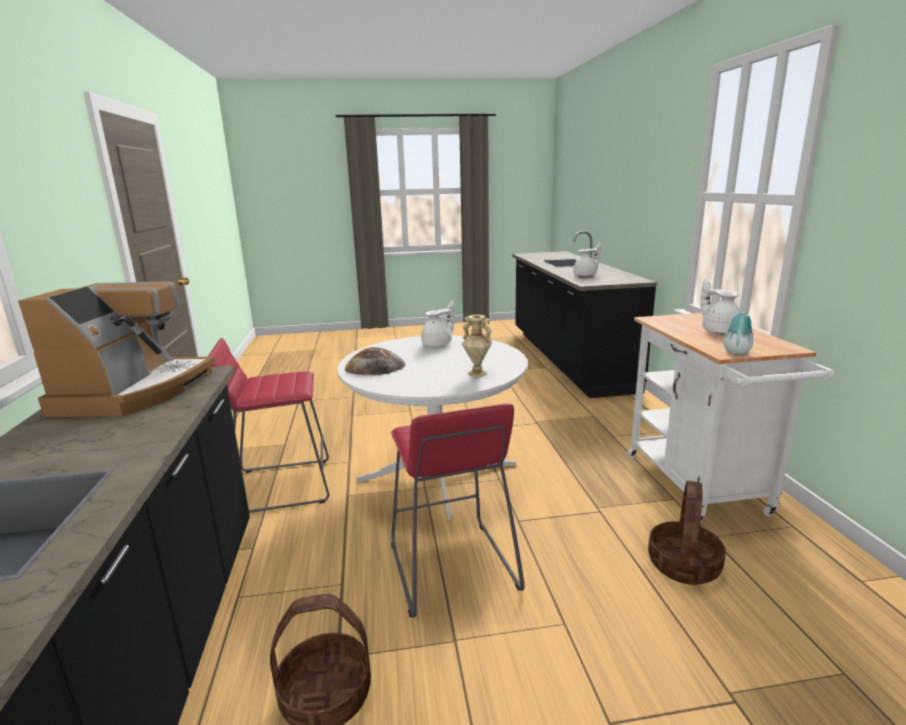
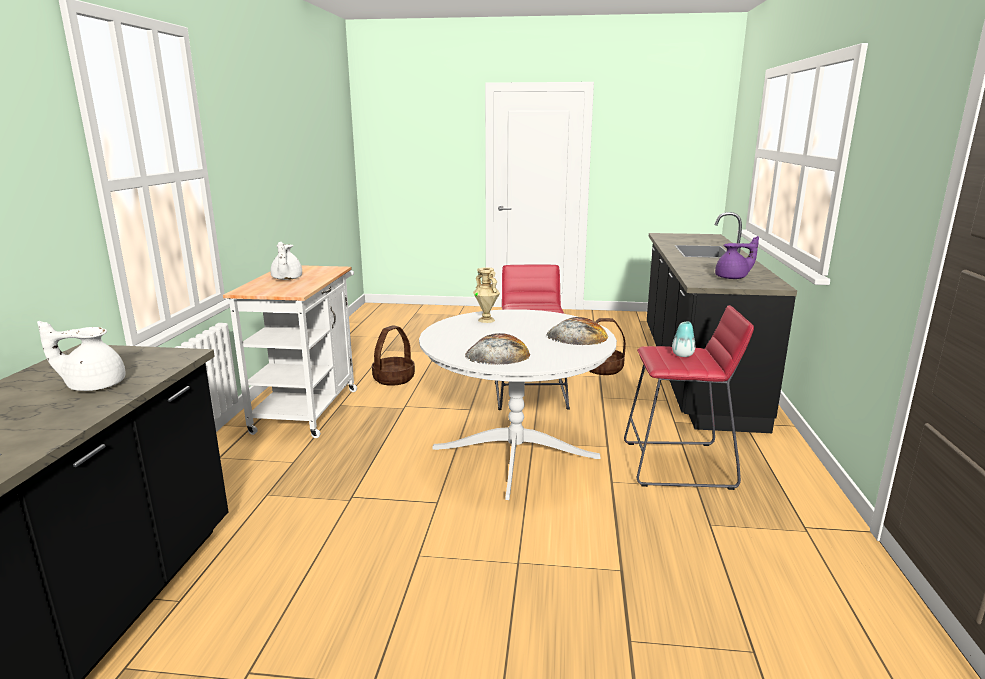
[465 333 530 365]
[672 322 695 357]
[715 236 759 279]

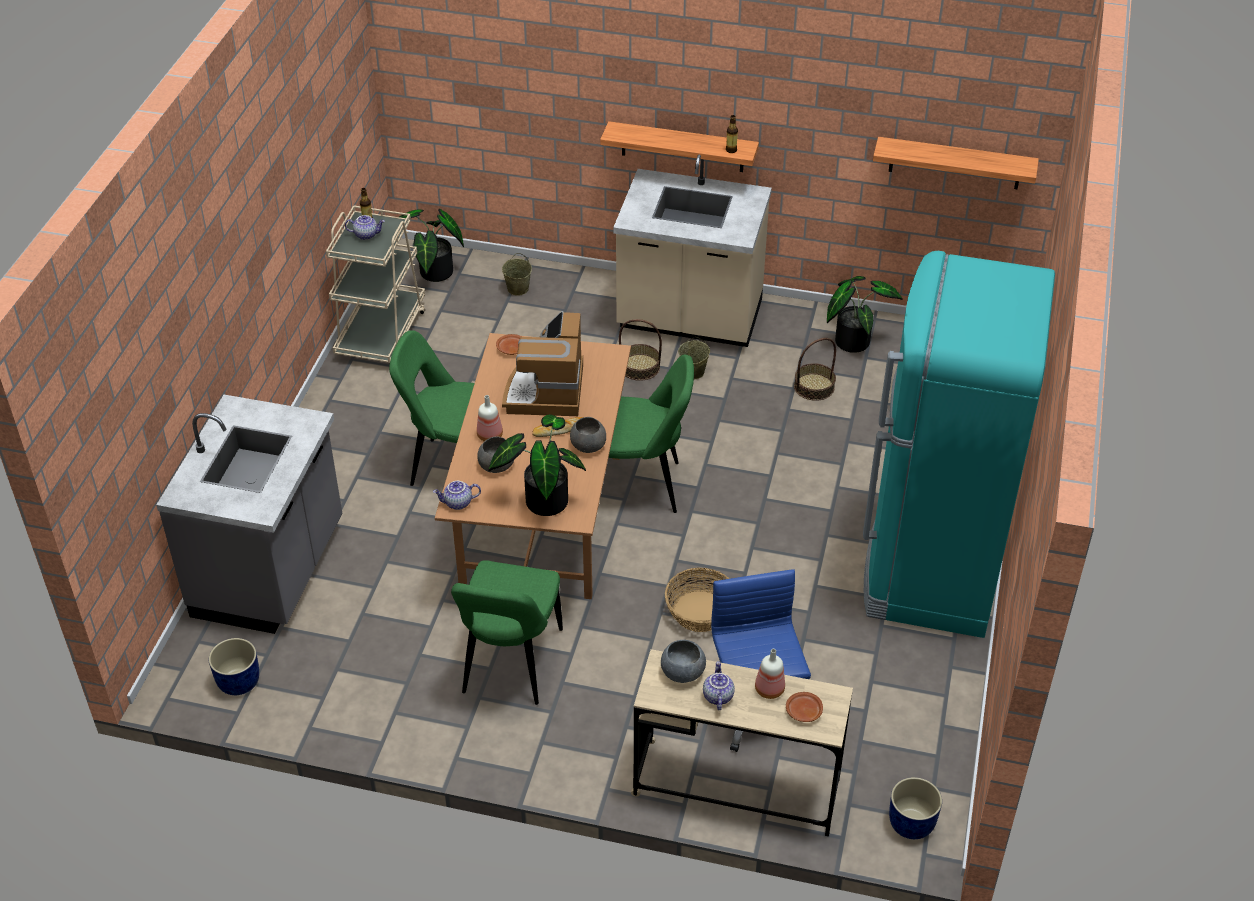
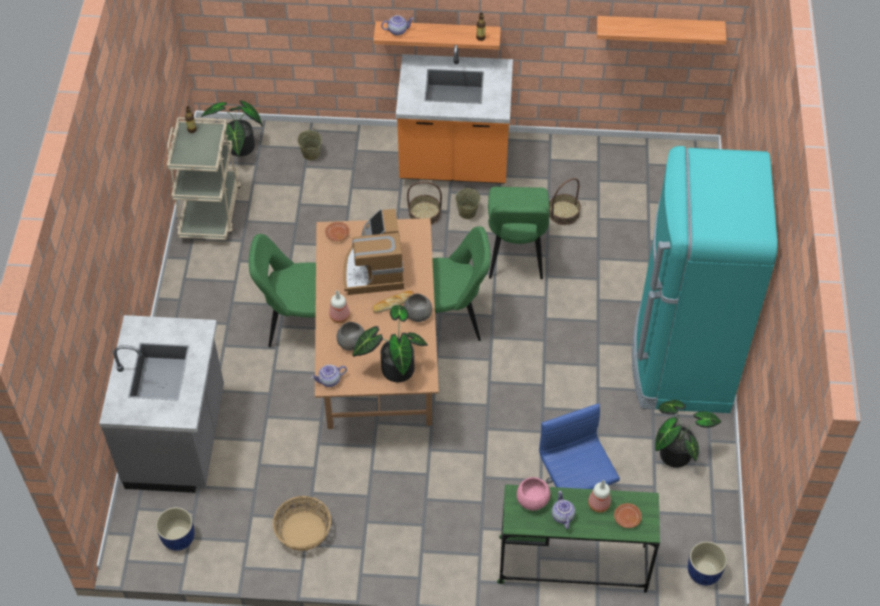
[273 496 331 551]
[381 15 414 36]
[396 45 513 184]
[488 187 549 279]
[497 484 660 593]
[517 477 550 511]
[655 400 721 468]

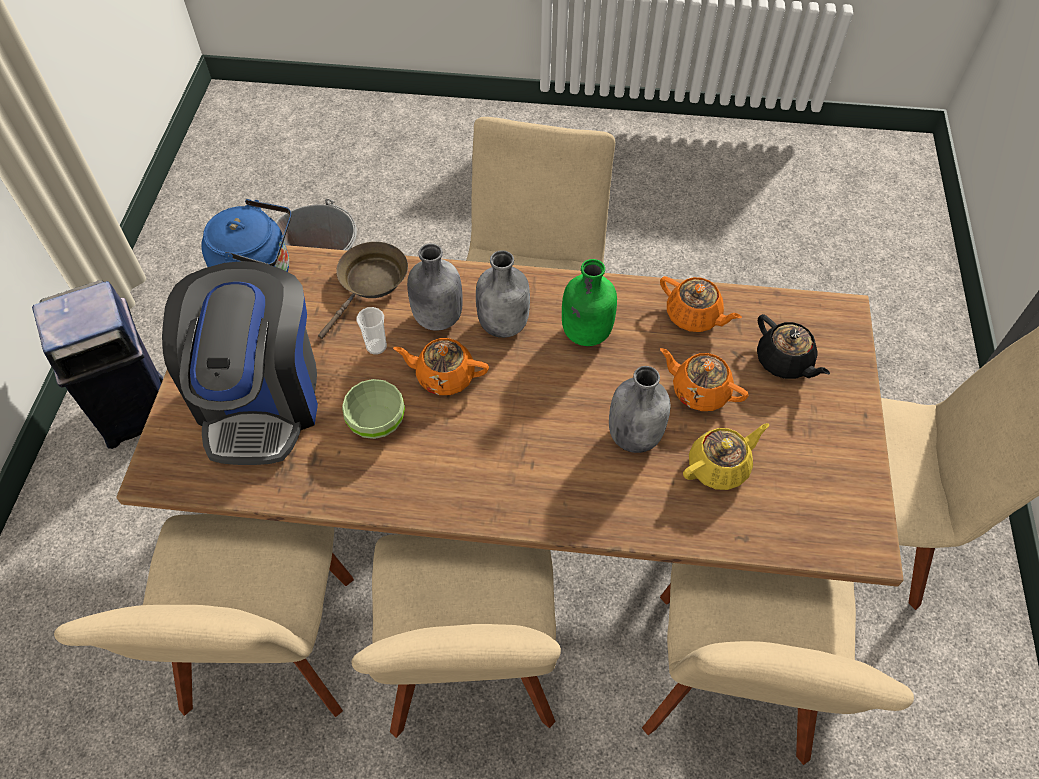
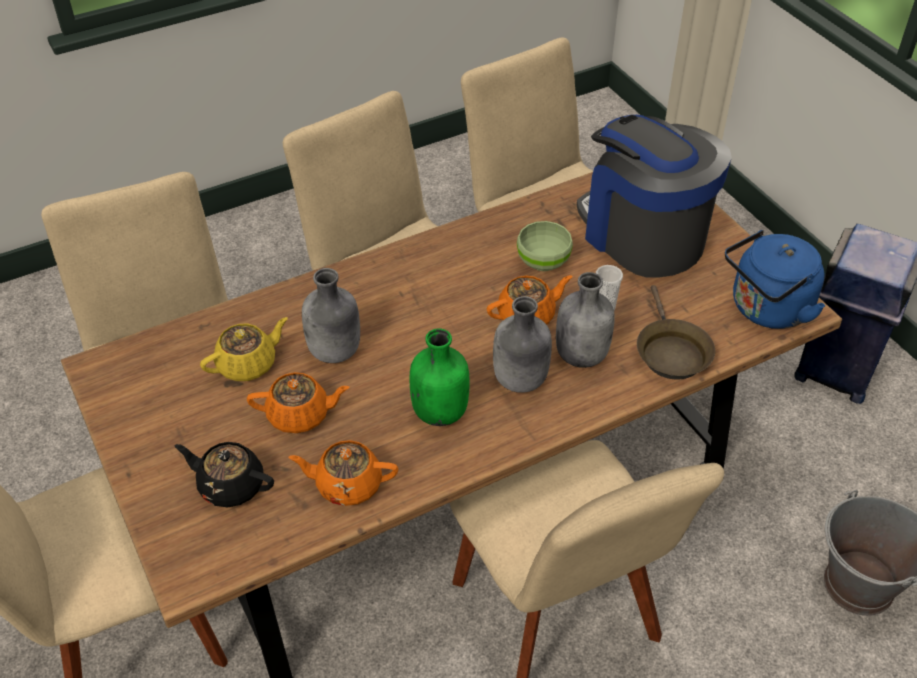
[200 317 288 381]

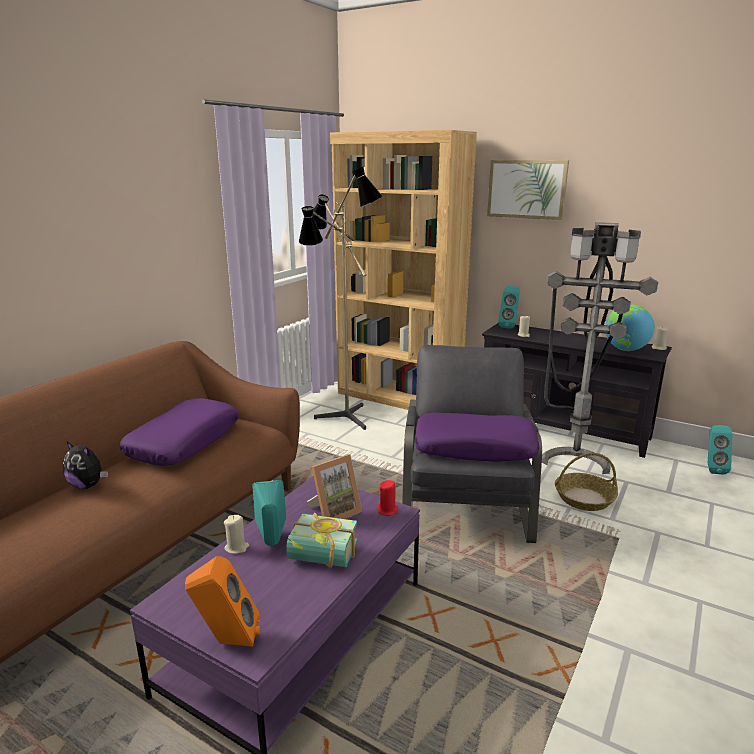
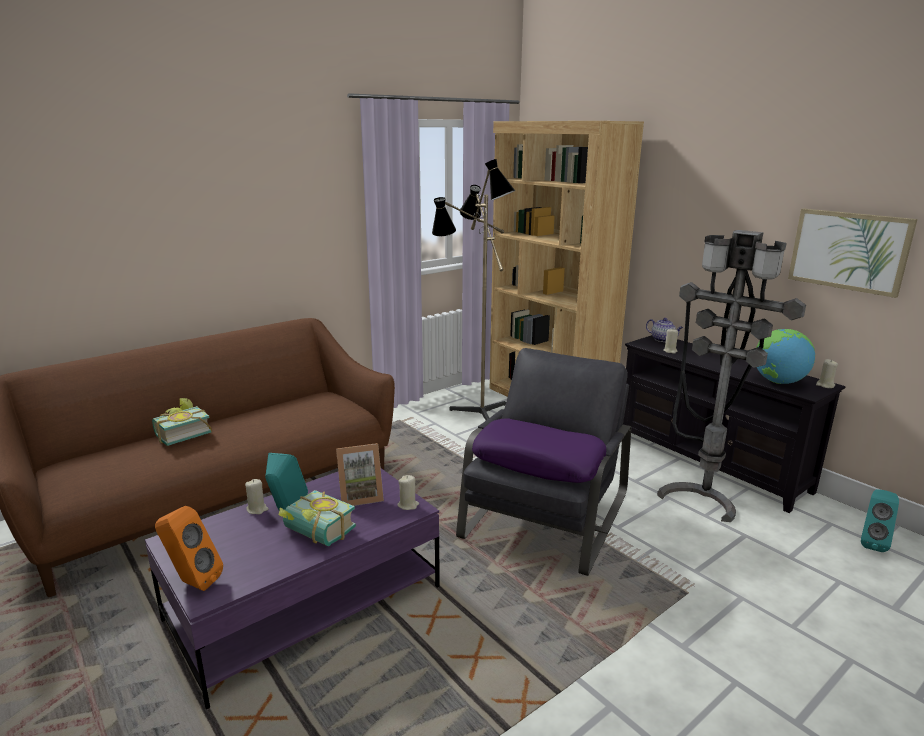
[152 398 212 446]
[397 475 419 510]
[646 318 683 342]
[788 209 918 298]
[120 398 239 466] (first image)
[555 453 618 511] (first image)

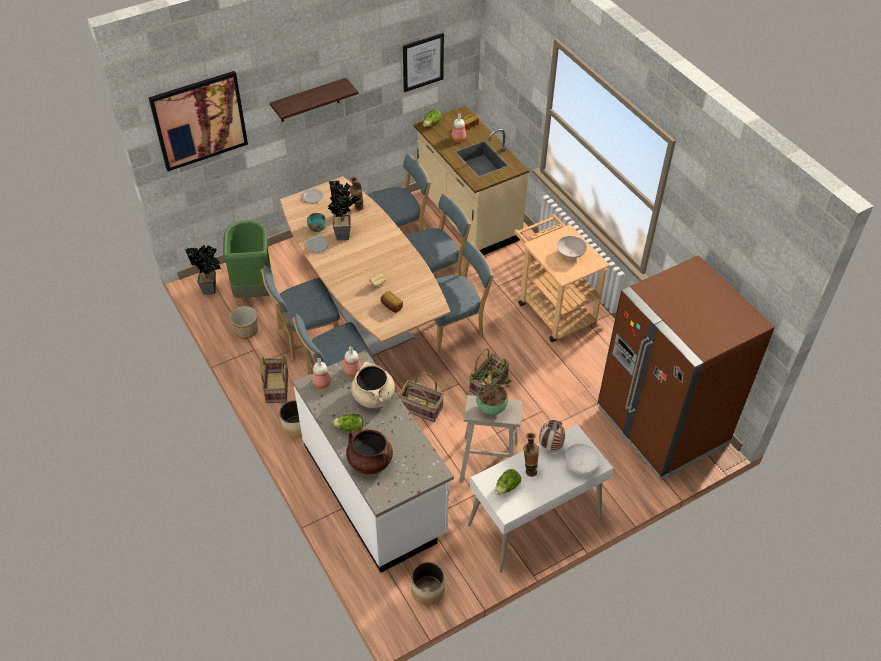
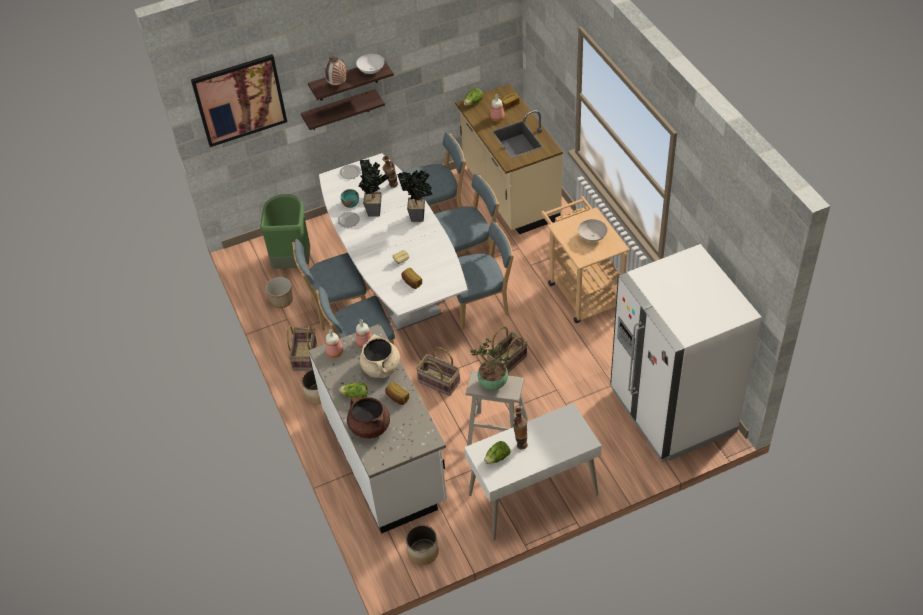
[301 89 385 130]
[319 153 468 331]
[325 56 347 87]
[356 54 385 74]
[385 382 409 405]
[397 169 433 222]
[610 244 762 462]
[403 33 444 92] (first image)

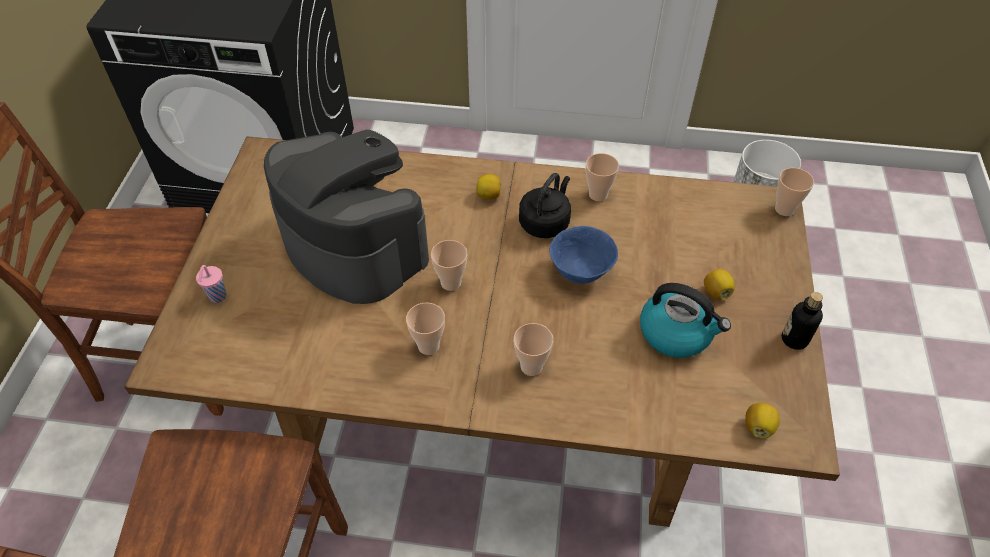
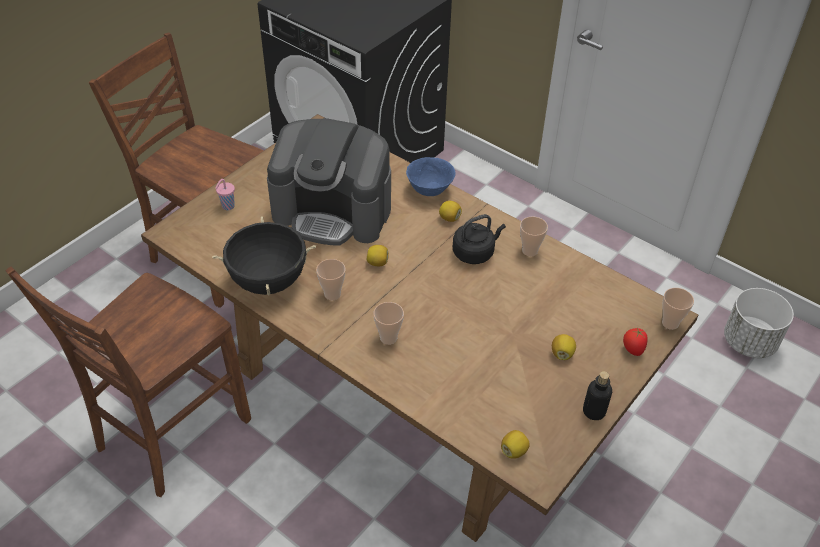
[212 216 316 295]
[267 118 391 245]
[367 245 389 266]
[406 157 455 196]
[623 328 648 356]
[640 283 731 358] (first image)

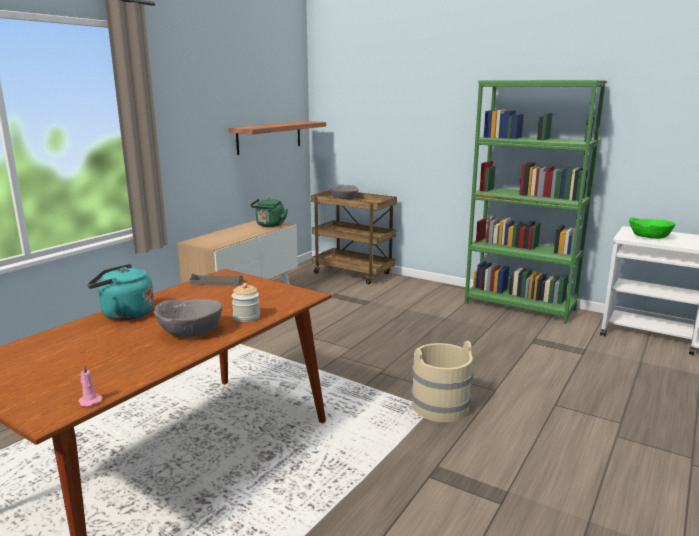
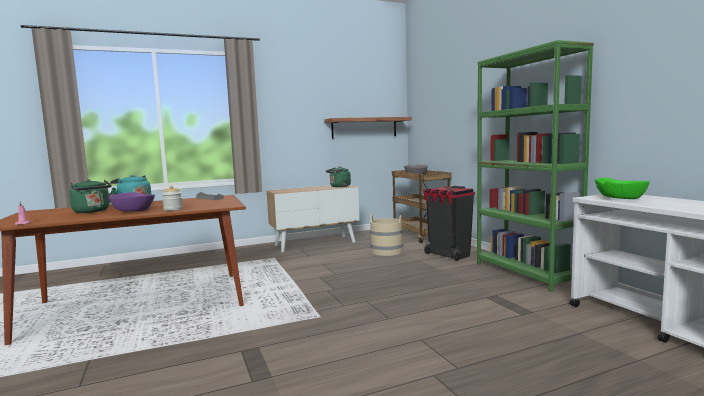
[69 179 115 213]
[109 192 155 212]
[370 215 403 256]
[423 186 475 261]

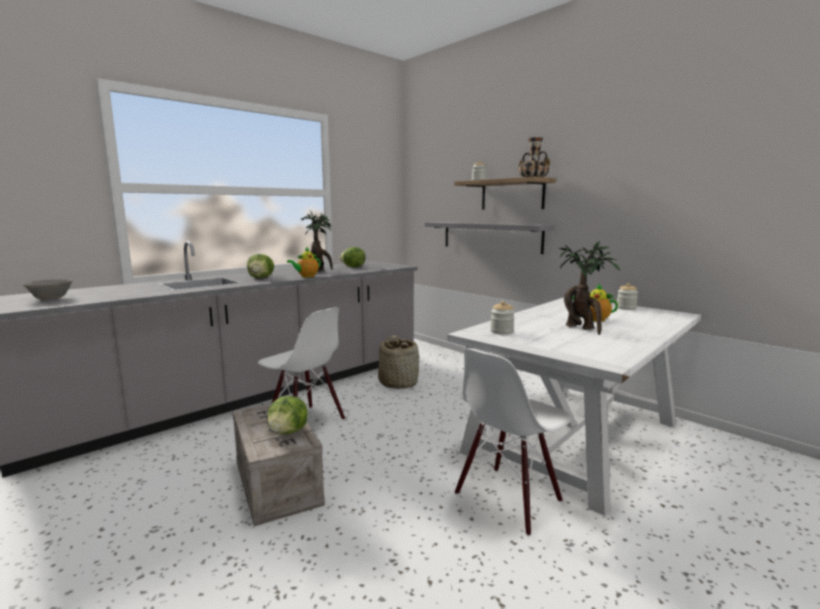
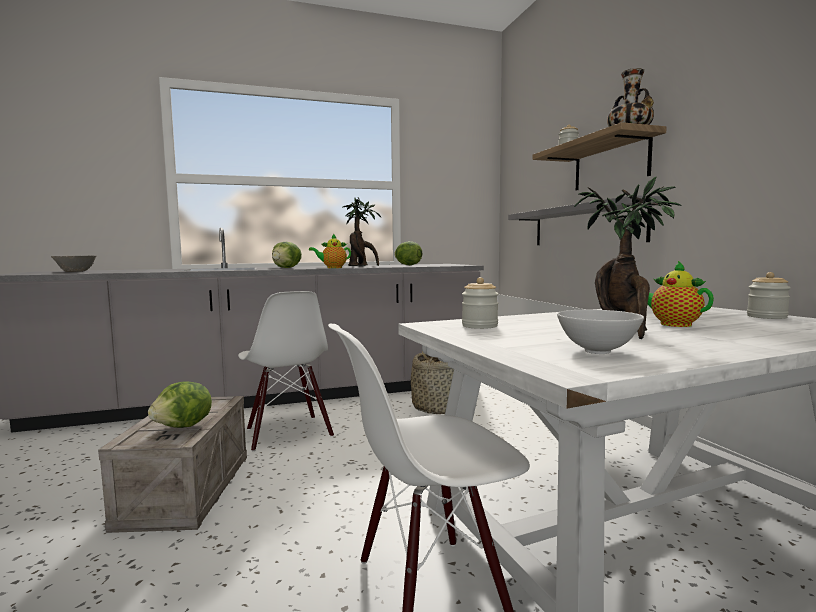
[557 310 644 354]

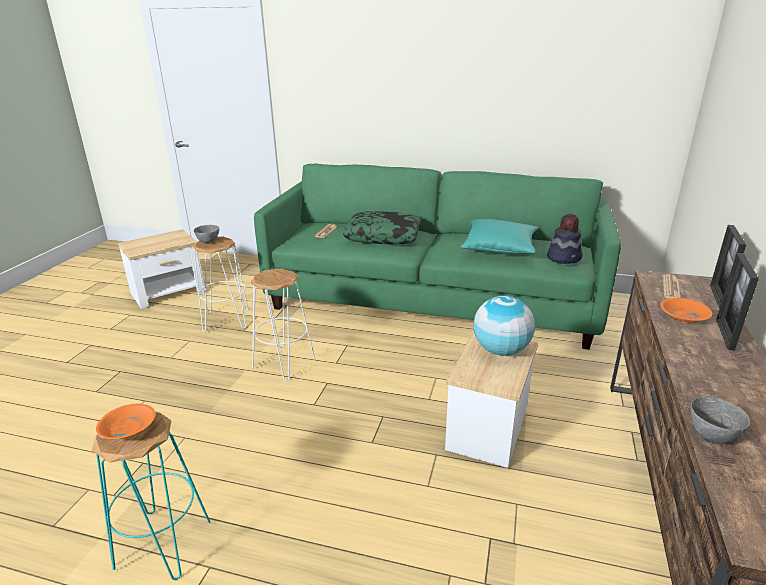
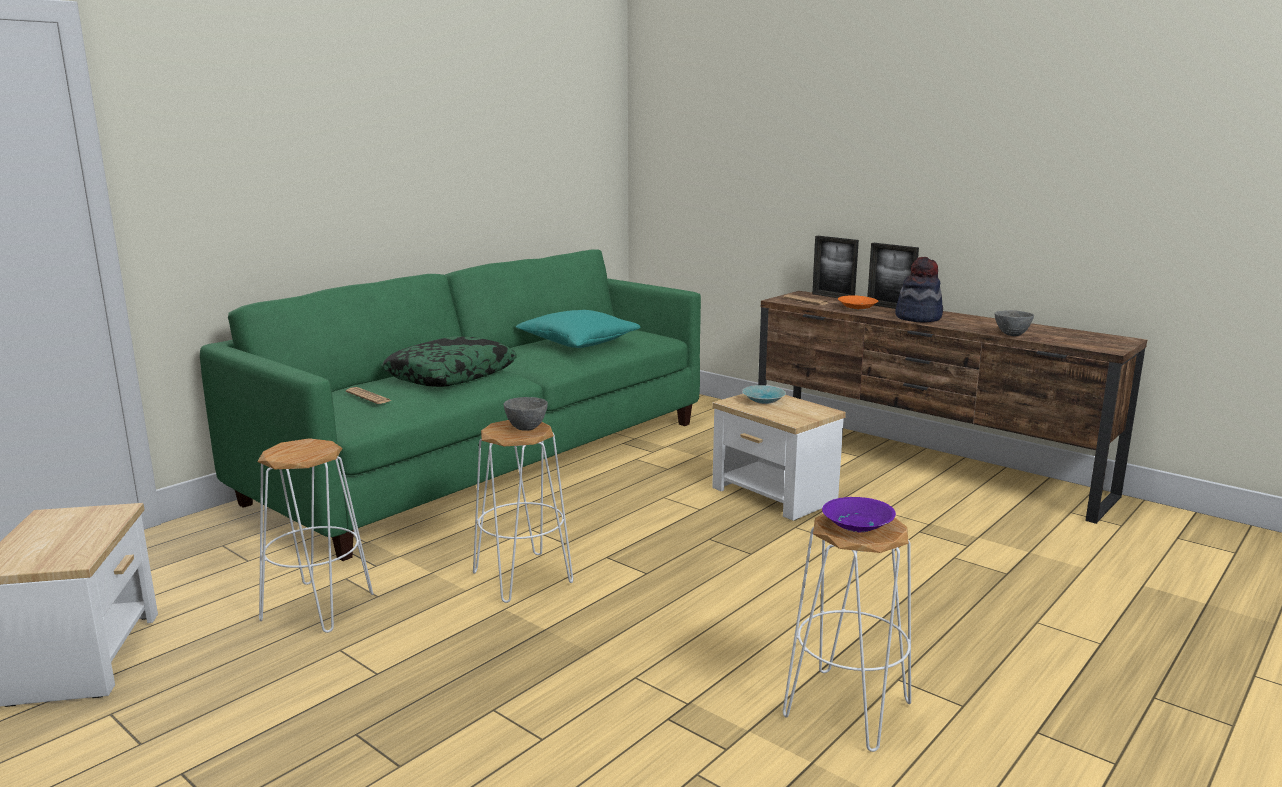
[504 397 548 431]
[742 385 786 404]
[783 514 911 752]
[822 497 896 532]
[895 257 943 323]

